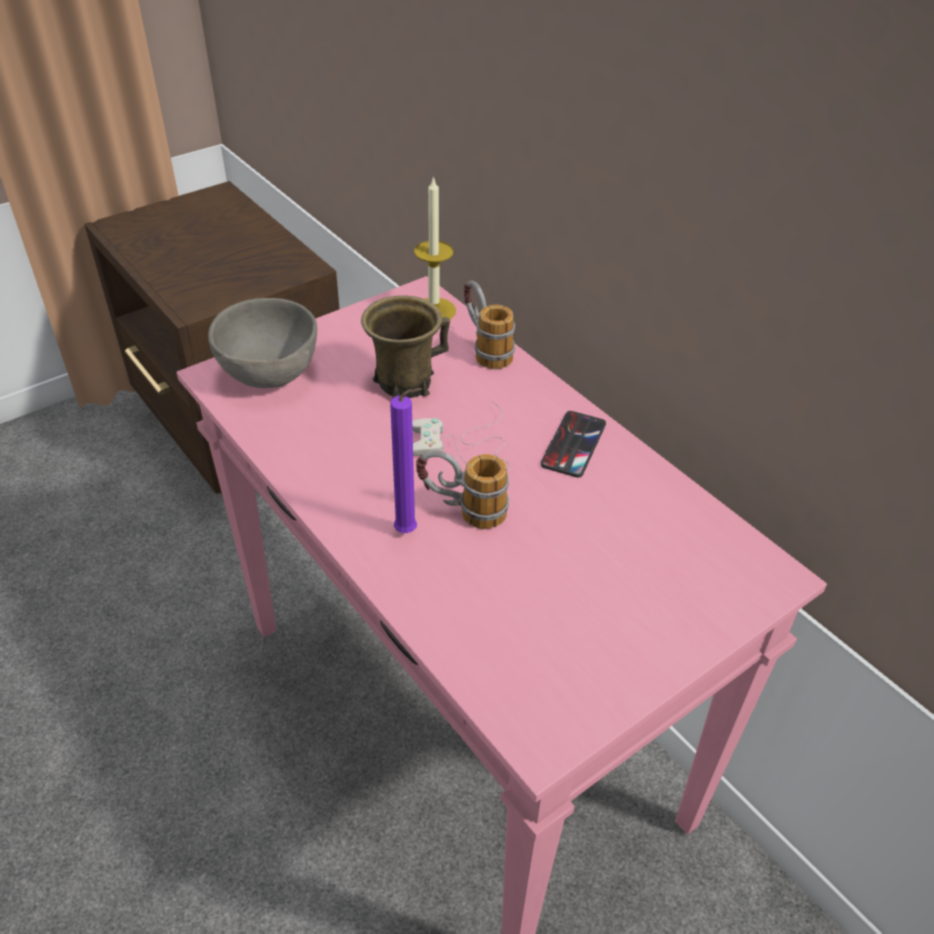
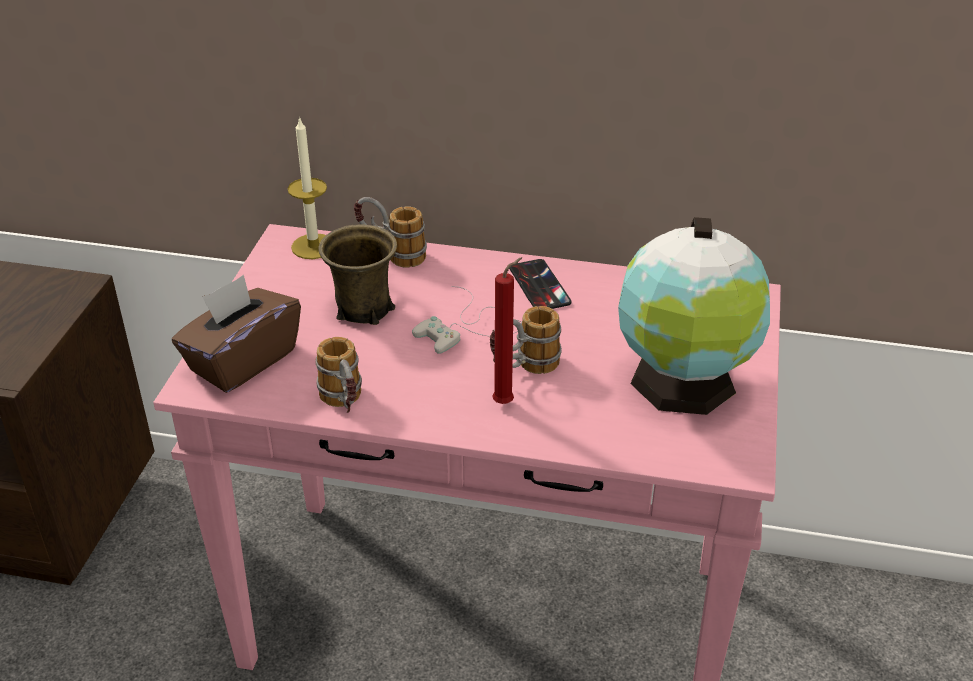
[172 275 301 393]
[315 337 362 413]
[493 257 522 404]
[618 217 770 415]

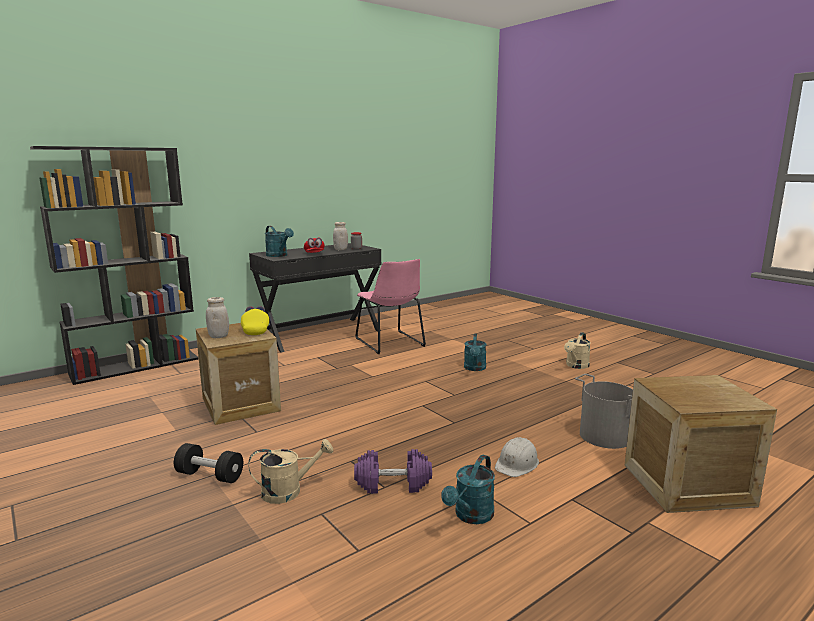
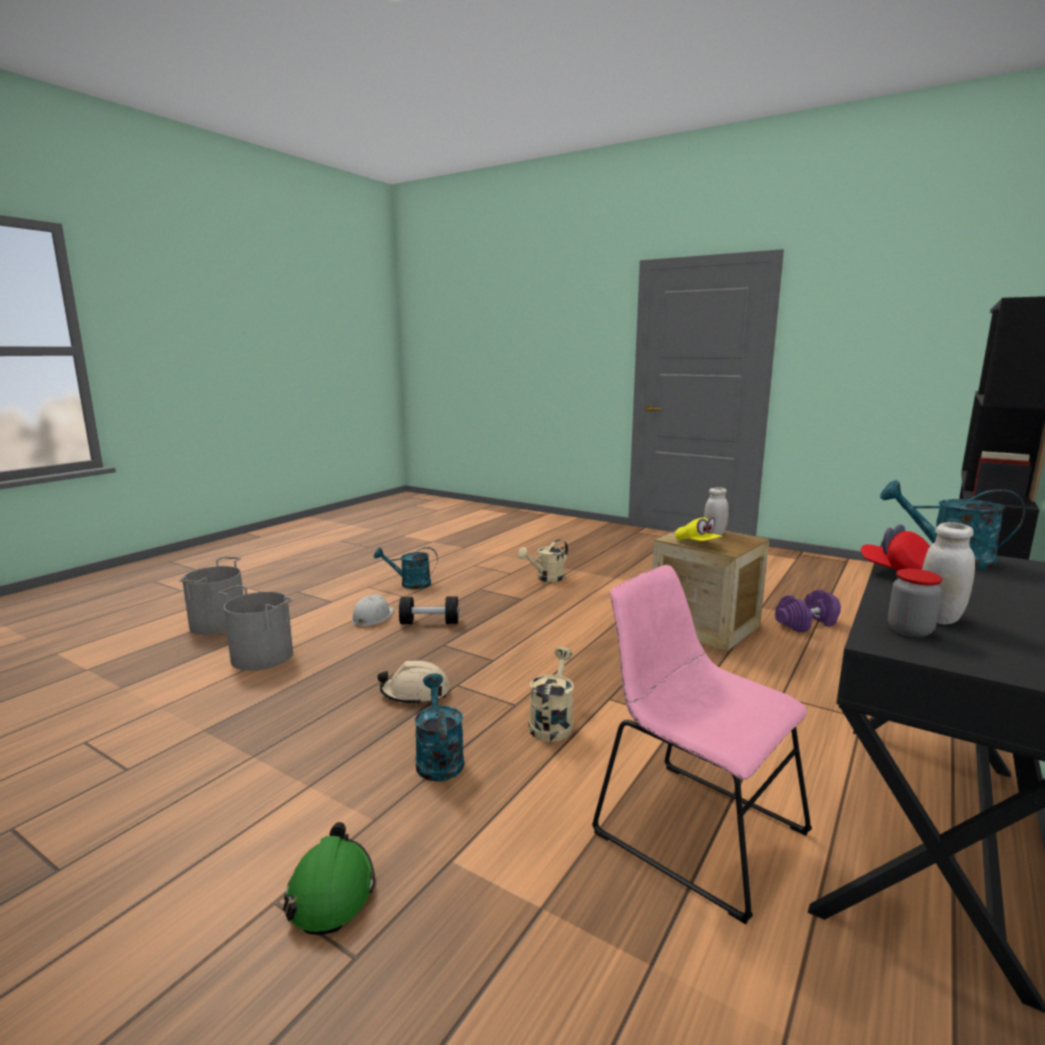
[179 557 243 635]
[283 822 375 935]
[374 547 438 589]
[378 661 450 705]
[399 596 459 624]
[529 647 574 742]
[775 589 841 632]

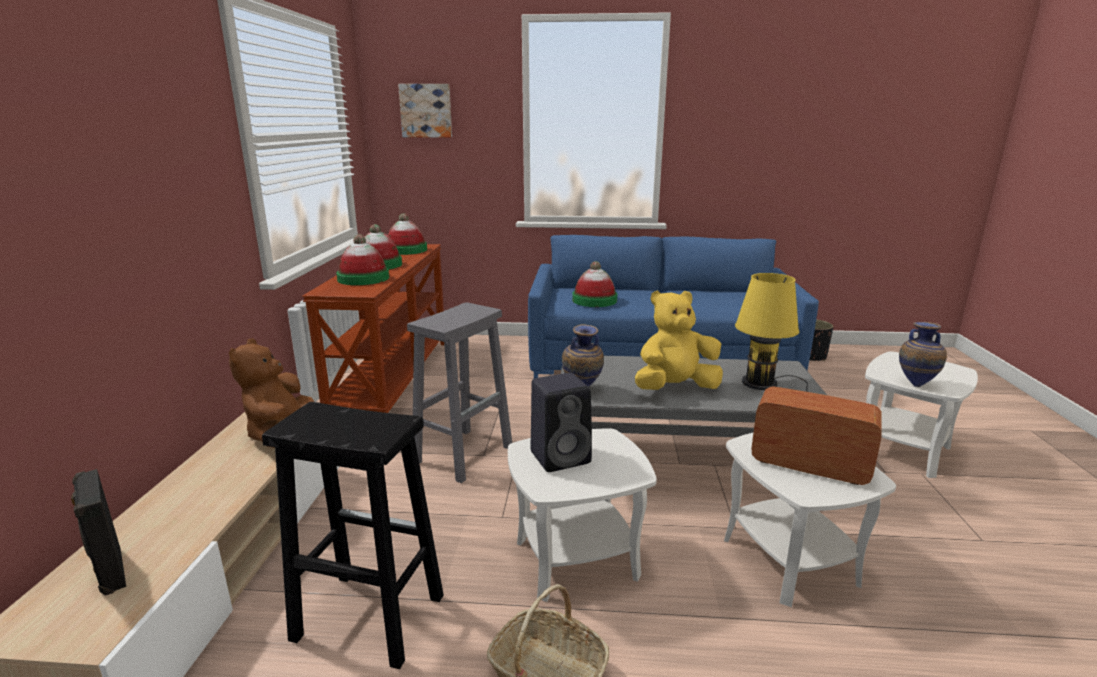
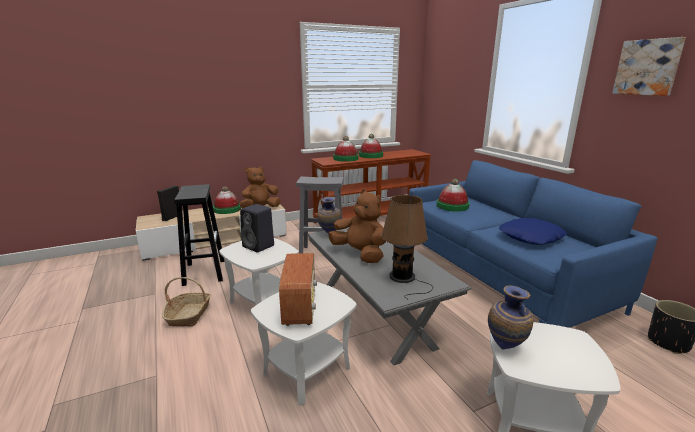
[213 186 241 214]
[328 189 386 263]
[381 195 433 299]
[499 218 567 245]
[612 37 686 96]

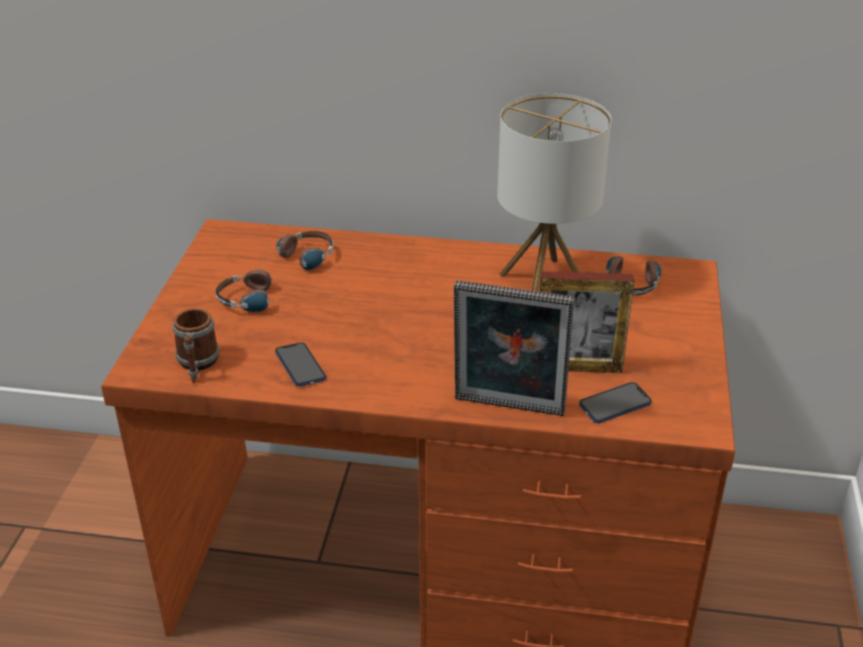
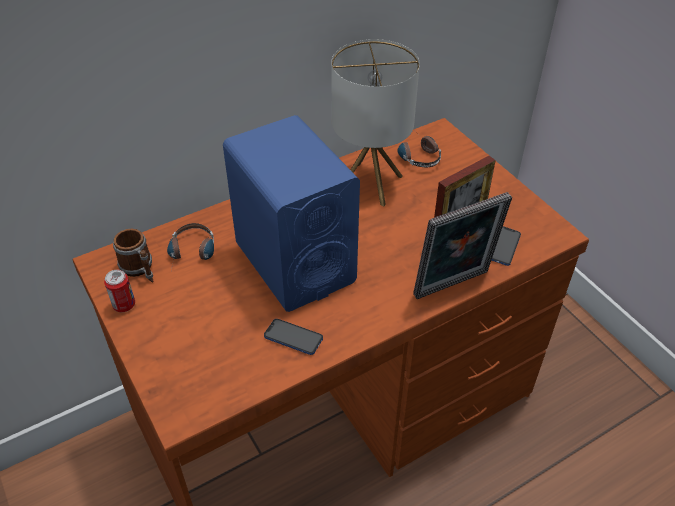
[104 270 135 312]
[113 229 153 282]
[223 115 360 312]
[215 270 293 312] (first image)

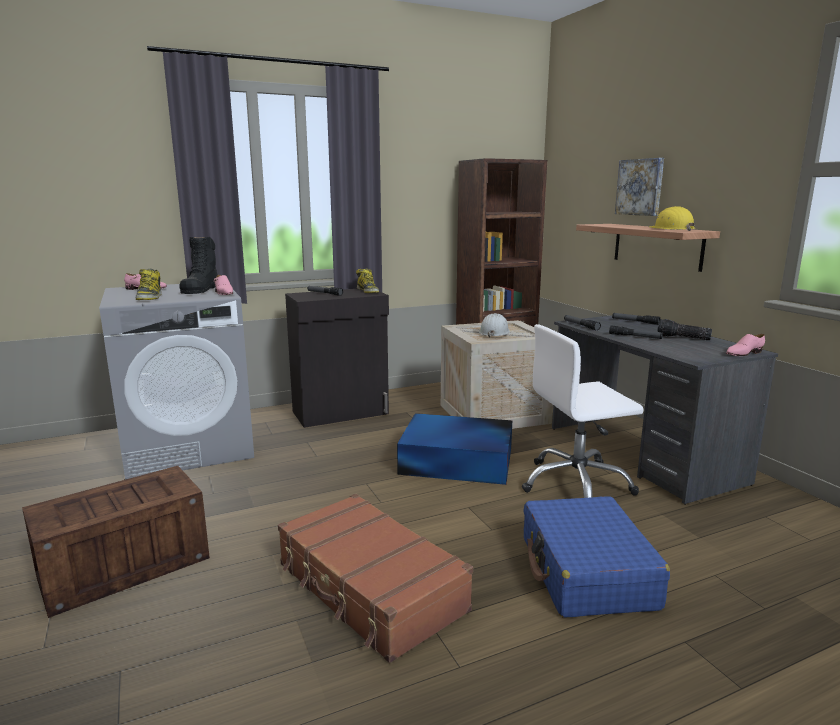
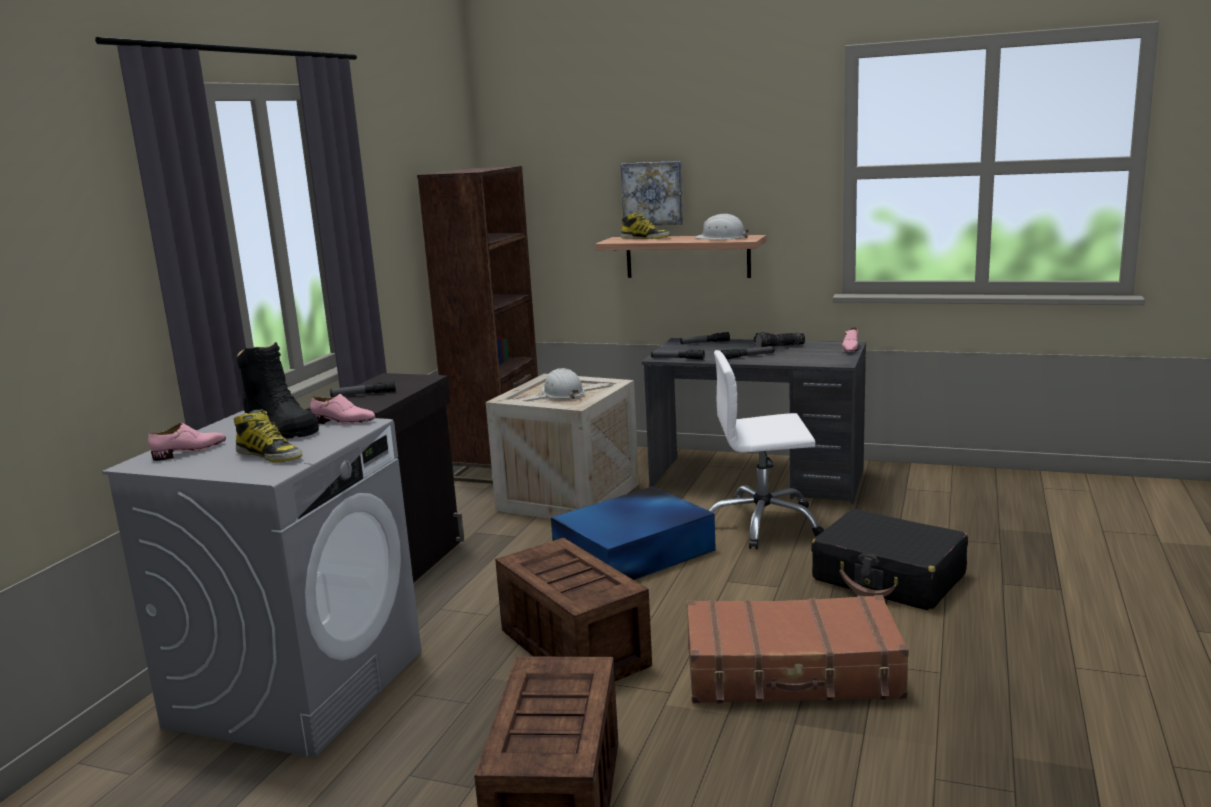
[495 538 652 681]
[621 212 671 239]
[694 214 750 239]
[708 350 824 549]
[811 509 968 611]

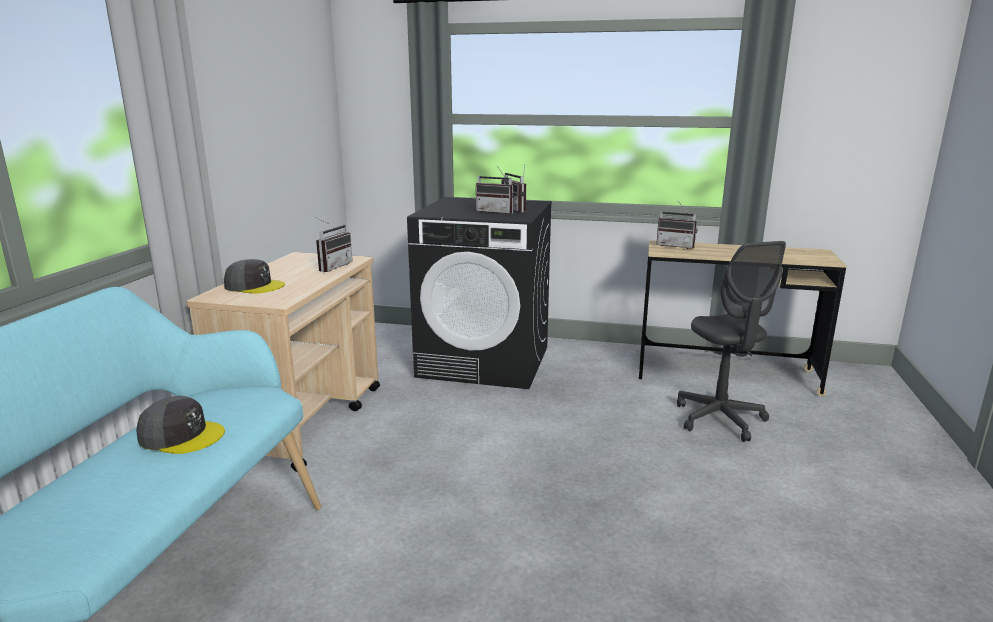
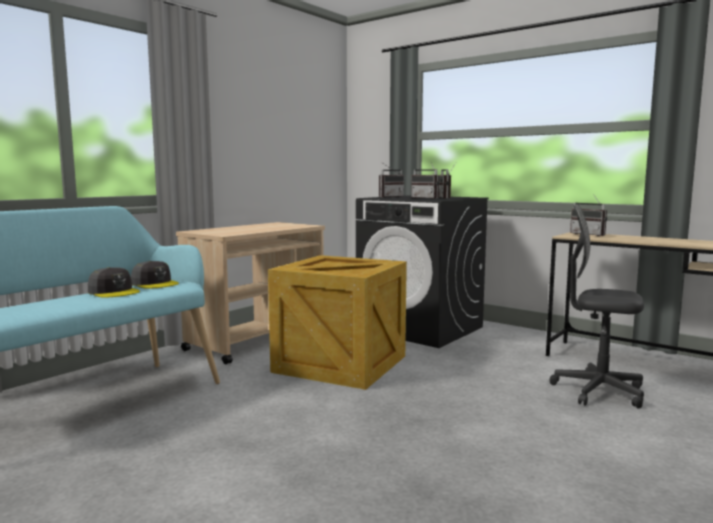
[131 261 179 289]
[268 255 407 390]
[379 163 404 198]
[549 204 644 409]

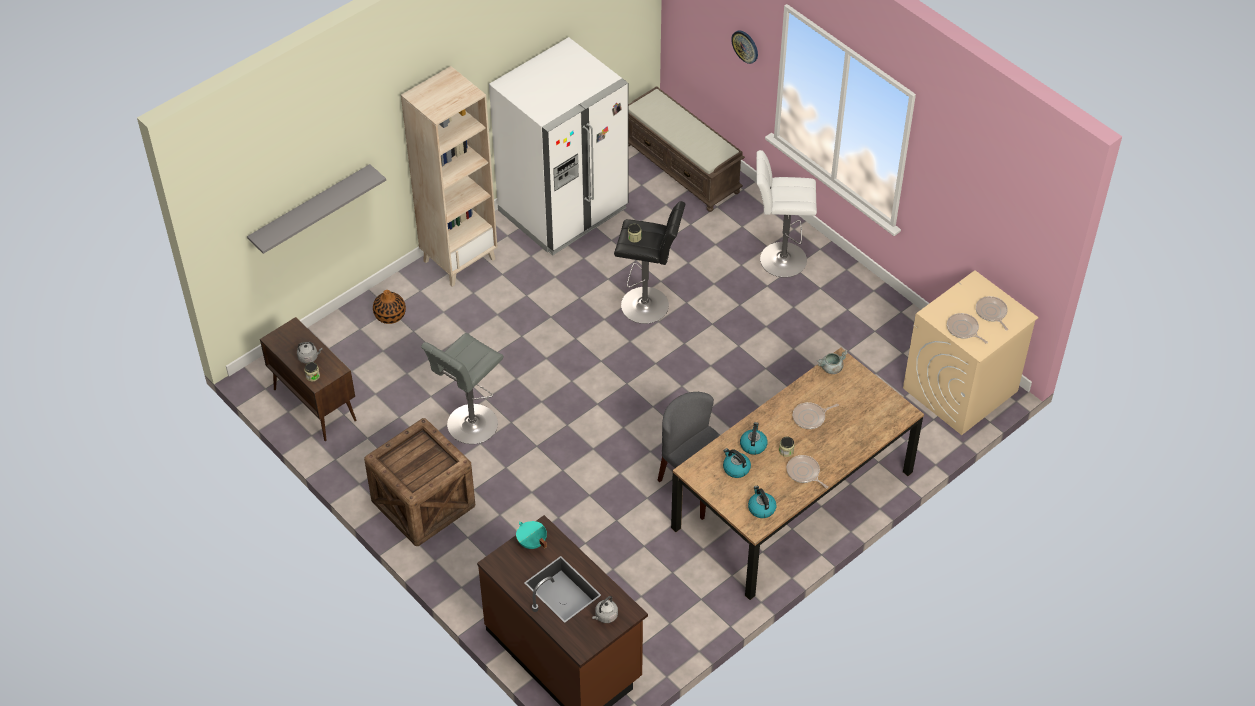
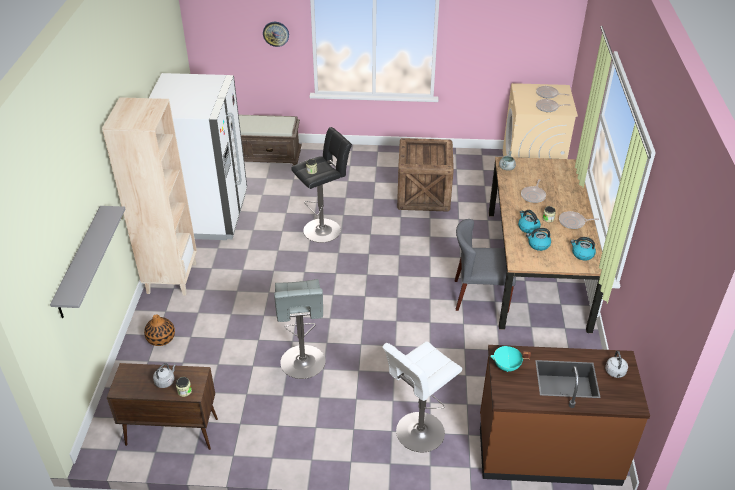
[382 342 462 452]
[397 138 454 212]

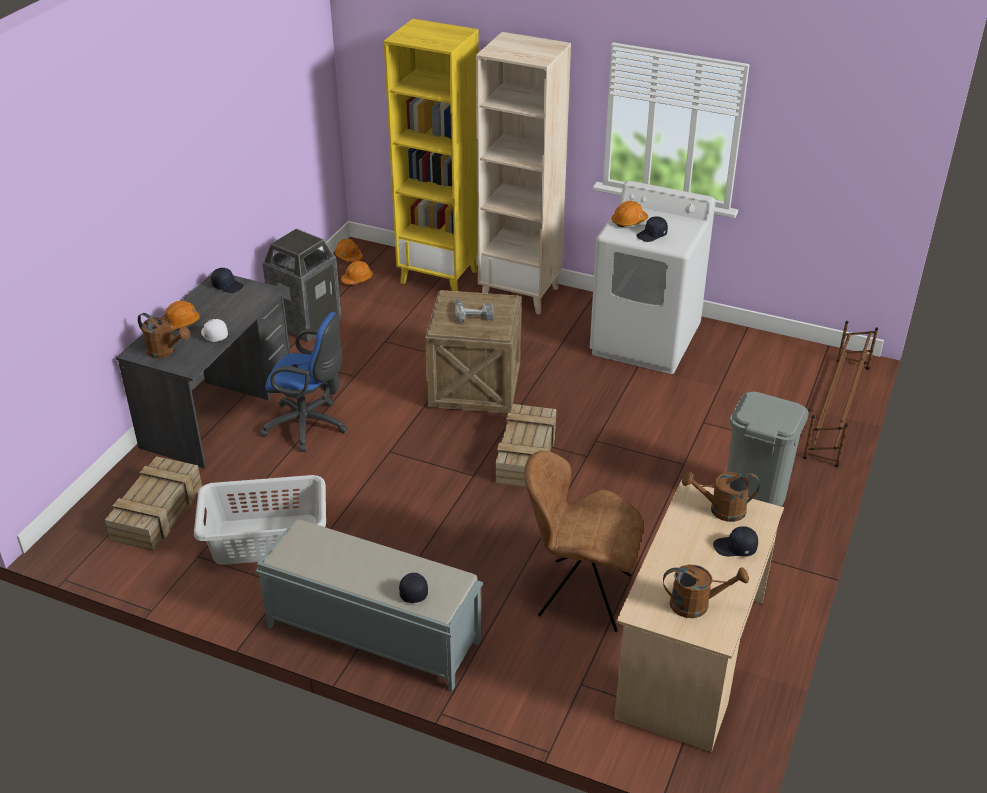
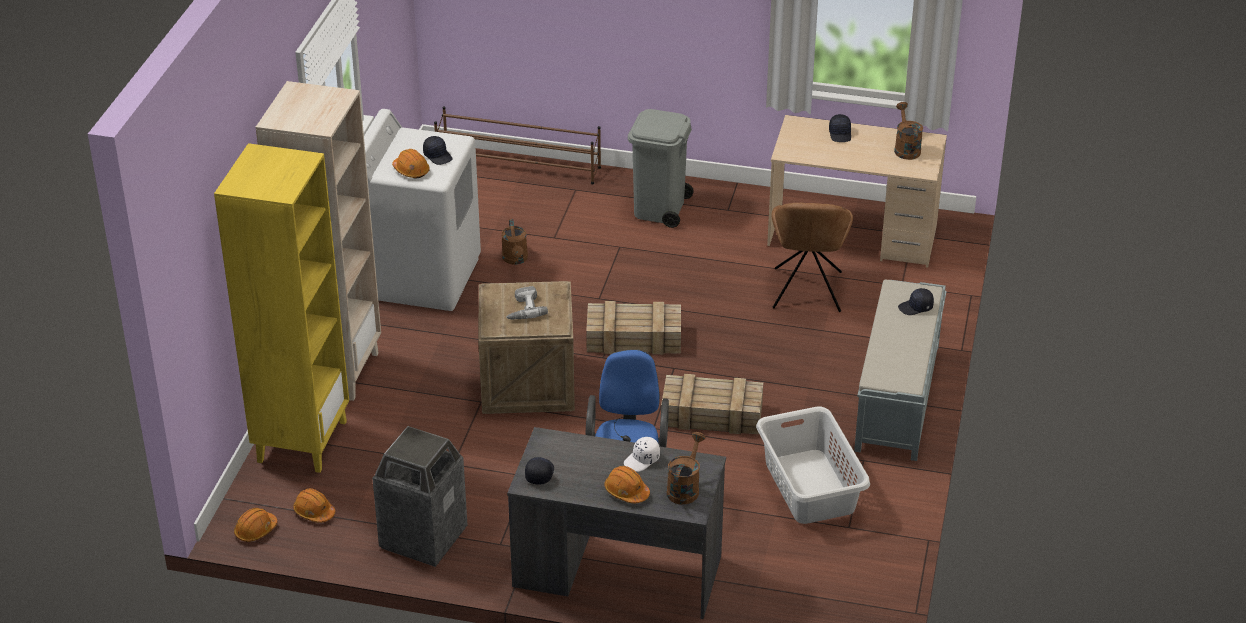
[501 219 528 265]
[661 374 763 434]

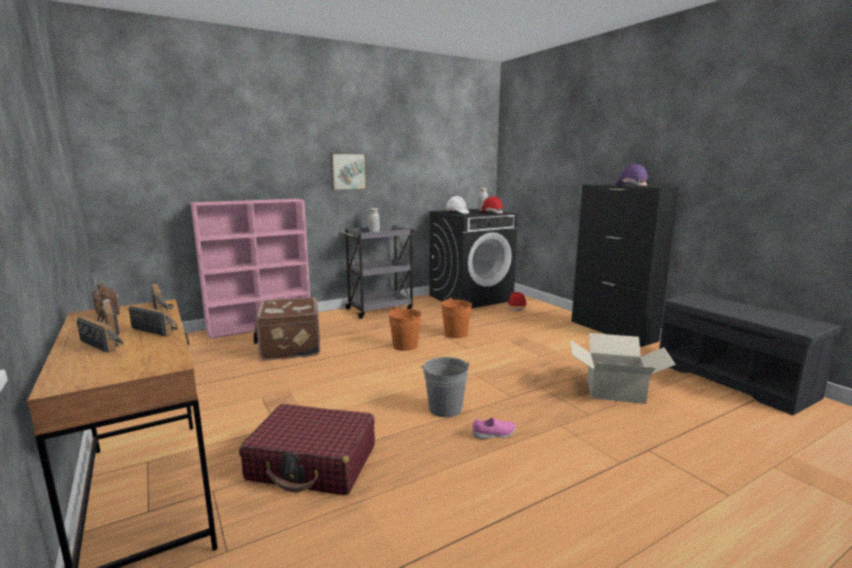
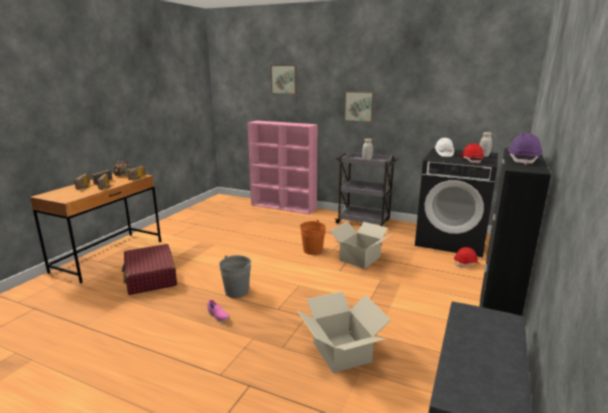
[271 65 297 94]
[330 221 393 269]
[253 297 320 361] (first image)

